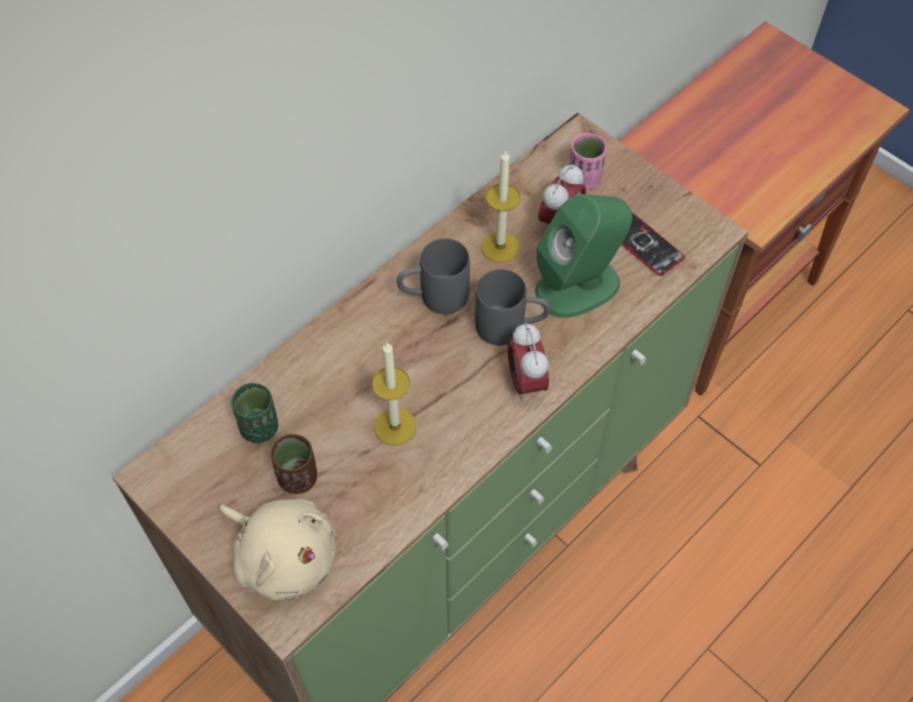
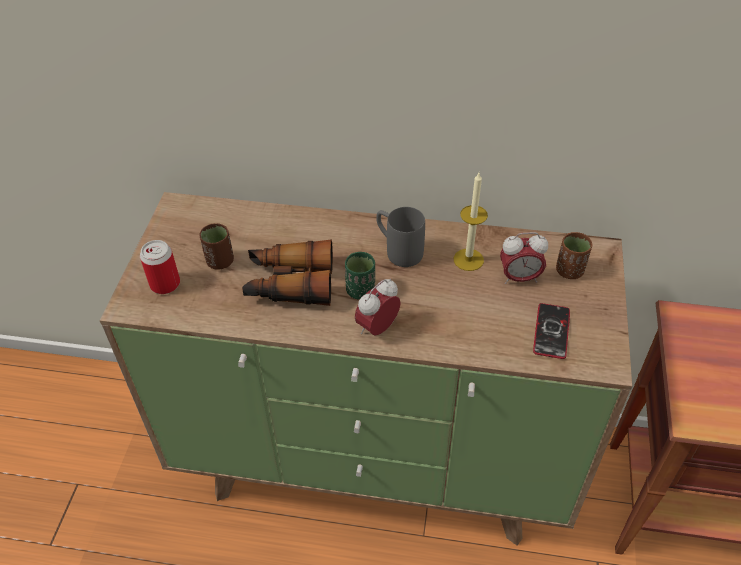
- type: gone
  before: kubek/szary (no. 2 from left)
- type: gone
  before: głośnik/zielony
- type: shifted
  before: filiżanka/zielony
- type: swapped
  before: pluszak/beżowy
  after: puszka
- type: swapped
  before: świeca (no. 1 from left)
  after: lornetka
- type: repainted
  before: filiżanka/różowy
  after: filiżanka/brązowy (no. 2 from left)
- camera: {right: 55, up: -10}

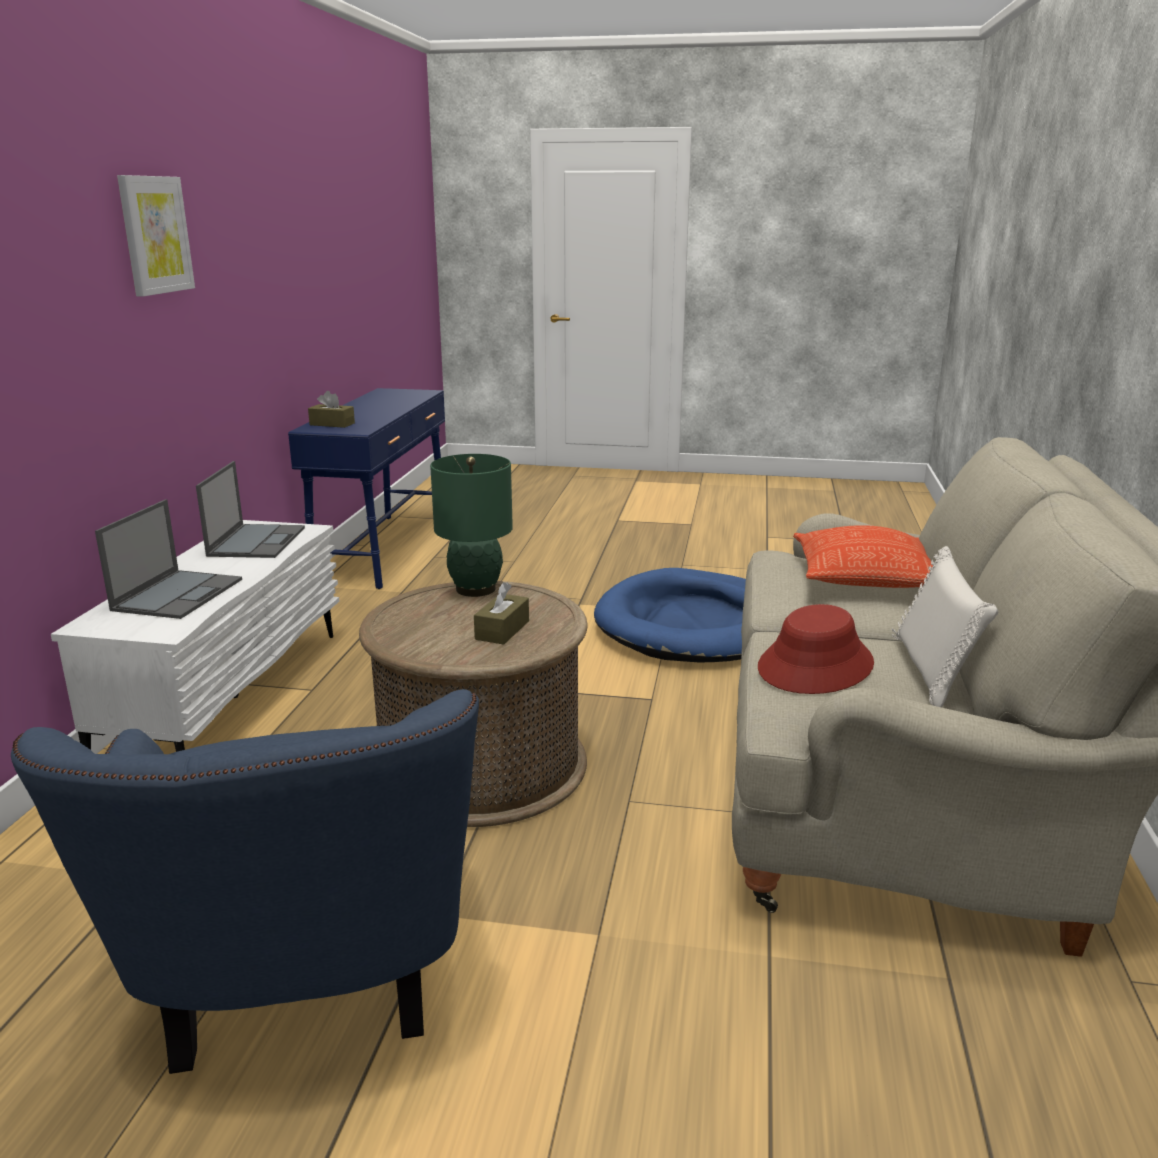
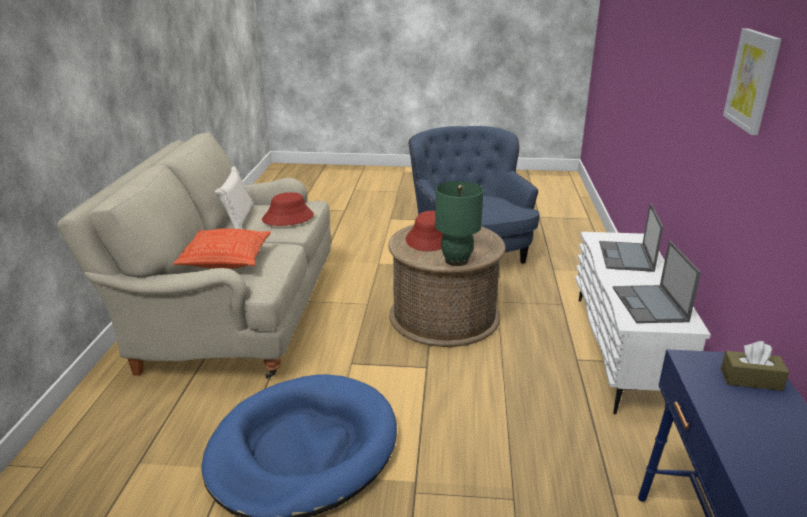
- type: swapped
  before: pudełko chusteczek/brązowy (no. 2 from left)
  after: kapelusz/czerwony (no. 2 from left)
- camera: {right: 175, up: 5}

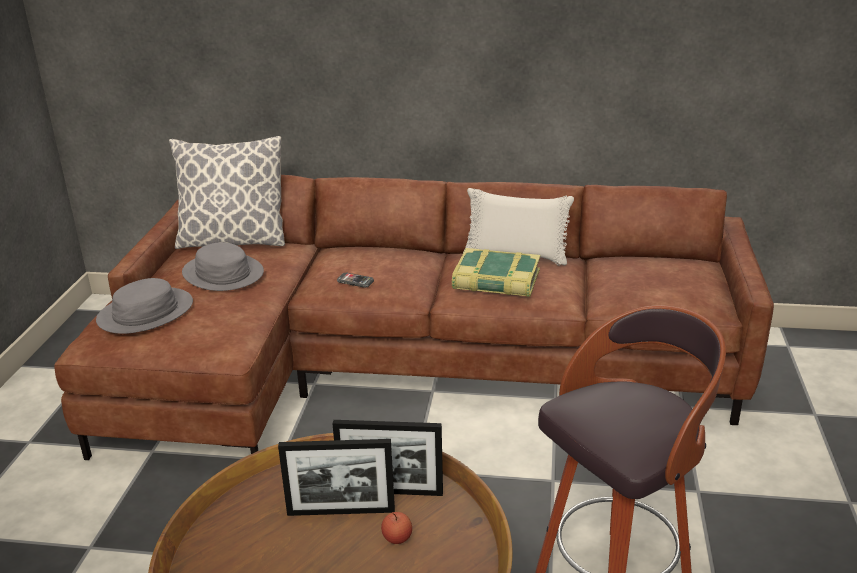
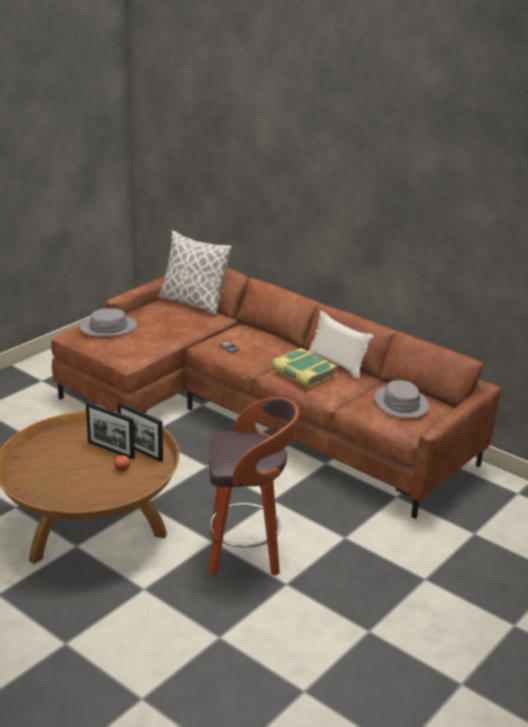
- type: shifted
  before: kapelusz/szary (no. 2 from left)
- camera: {right: 30, up: 0}

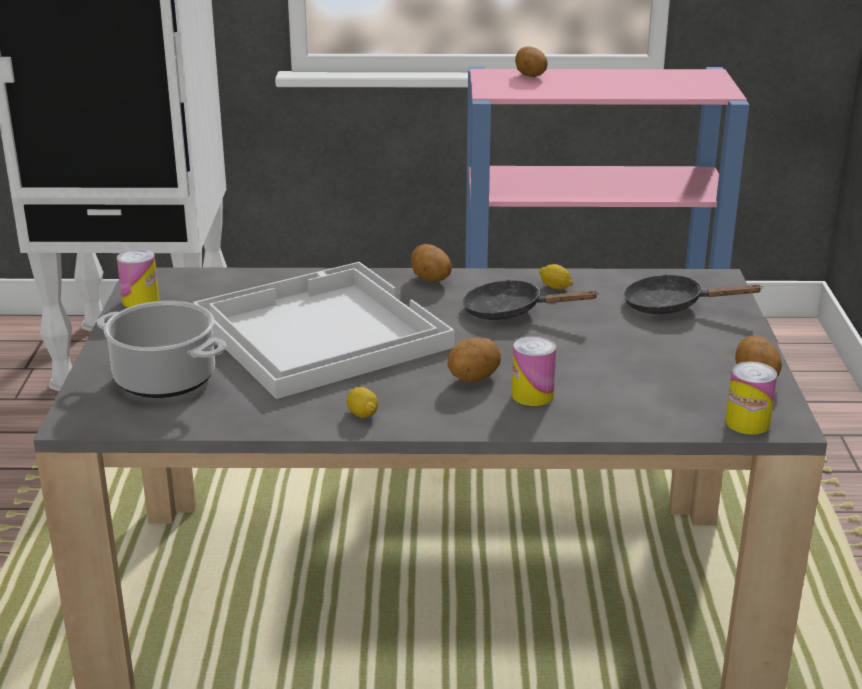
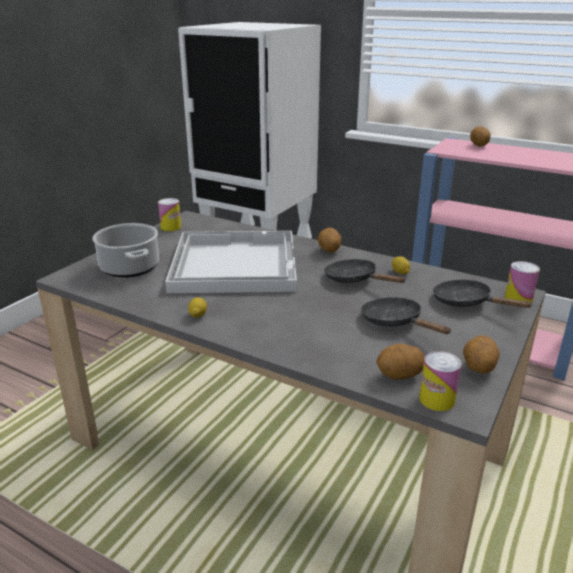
- type: new
  after: patelnia/czarny (no. 2 from left)
- type: shifted
  before: ziemniak (no. 2 from left)
- type: shifted
  before: puszka (no. 2 from left in the first image)
  after: puszka (no. 3 from left)
- camera: {right: 30, up: 0}

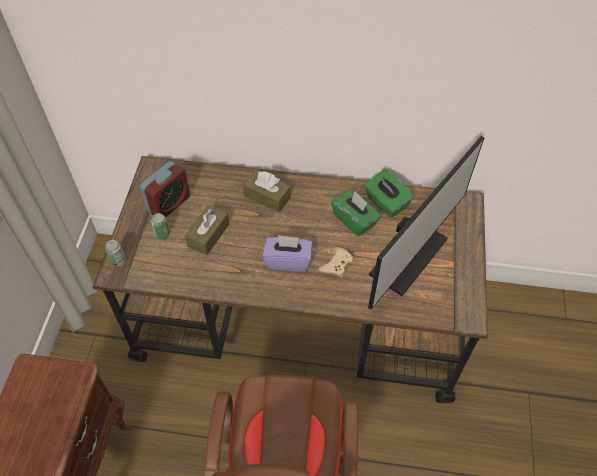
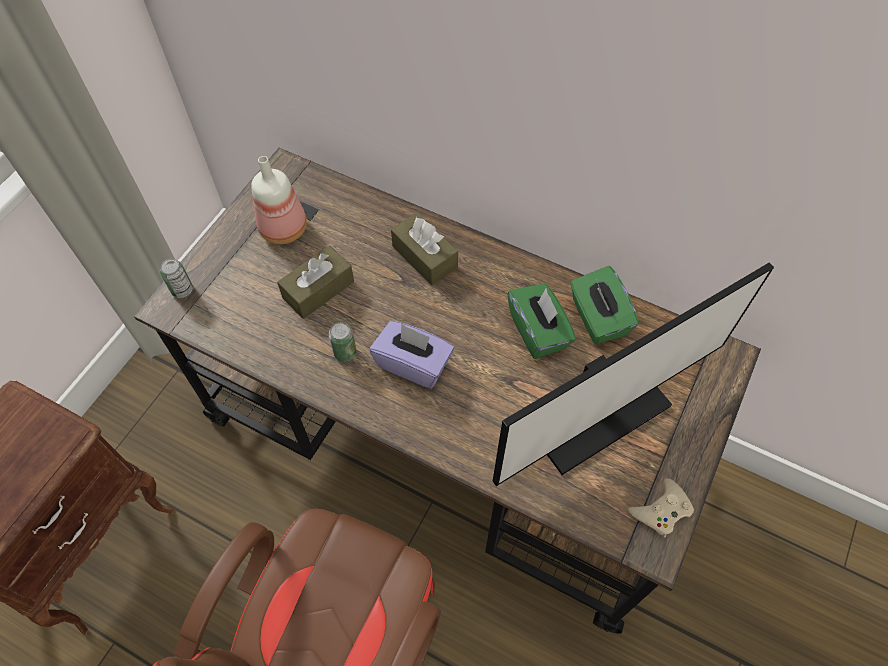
- type: shifted
  before: puszka (no. 2 from left)
- type: shifted
  before: pad do gier/beżowy
- type: swapped
  before: budzik
  after: butelka
- camera: {right: 20, up: 5}

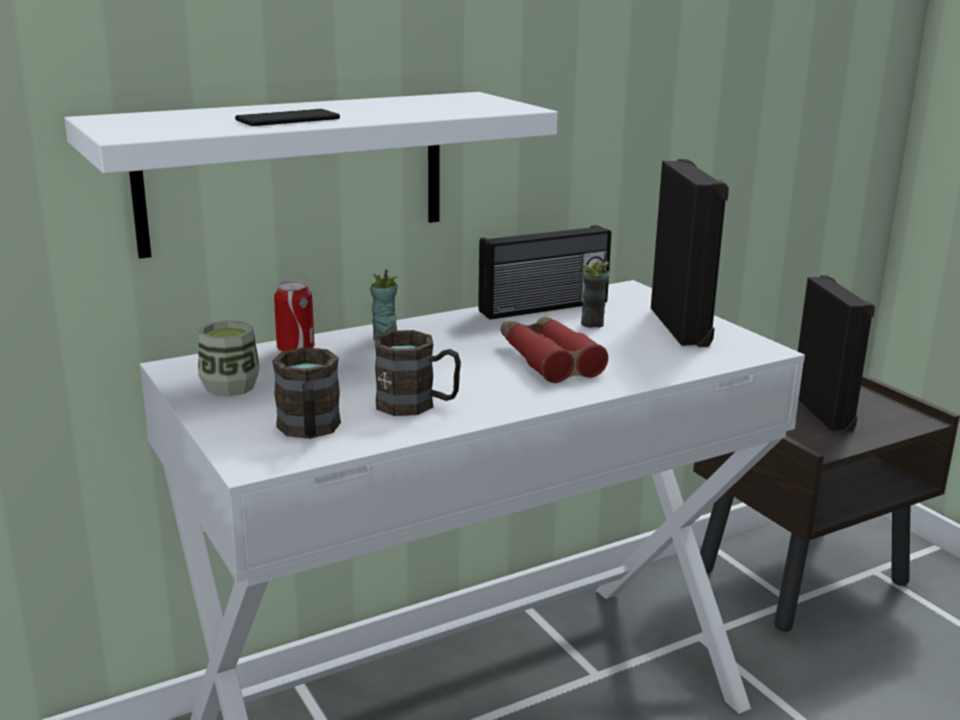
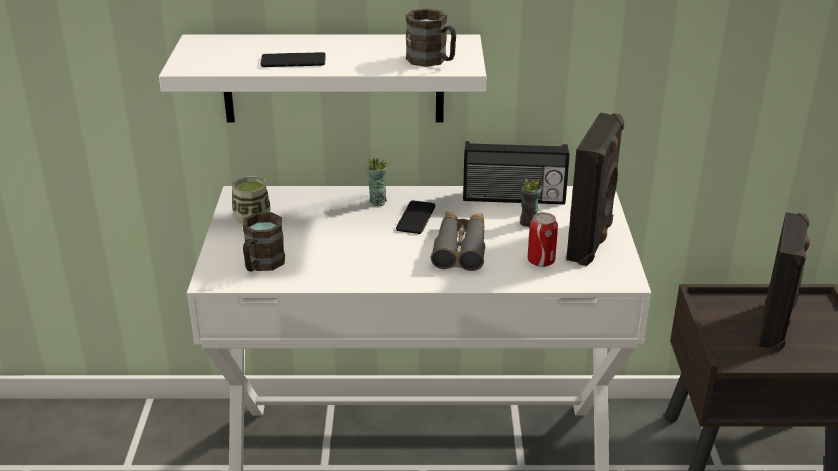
- type: new
  after: telefon (no. 2 from left)
- type: shifted
  before: puszka
- type: shifted
  before: kubek/brązowy (no. 2 from left)
- type: repainted
  before: lornetka/czerwony
  after: lornetka/szary
- camera: {right: 30, up: 10}

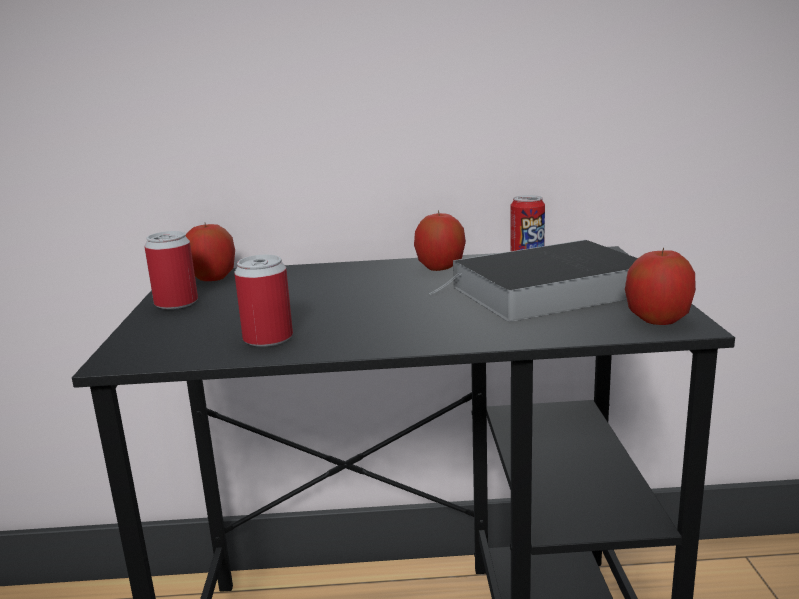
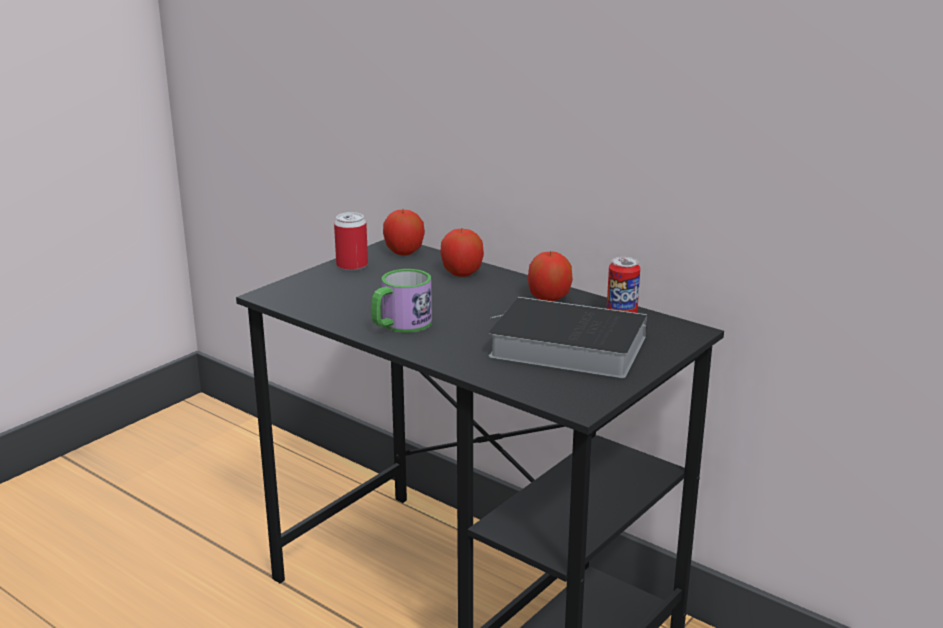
- type: gone
  before: puszka (no. 2 from left)
- type: new
  after: kubek
- type: shifted
  before: jabłko (no. 3 from left in the first image)
  after: jabłko (no. 2 from left)
- camera: {right: 40, up: 5}

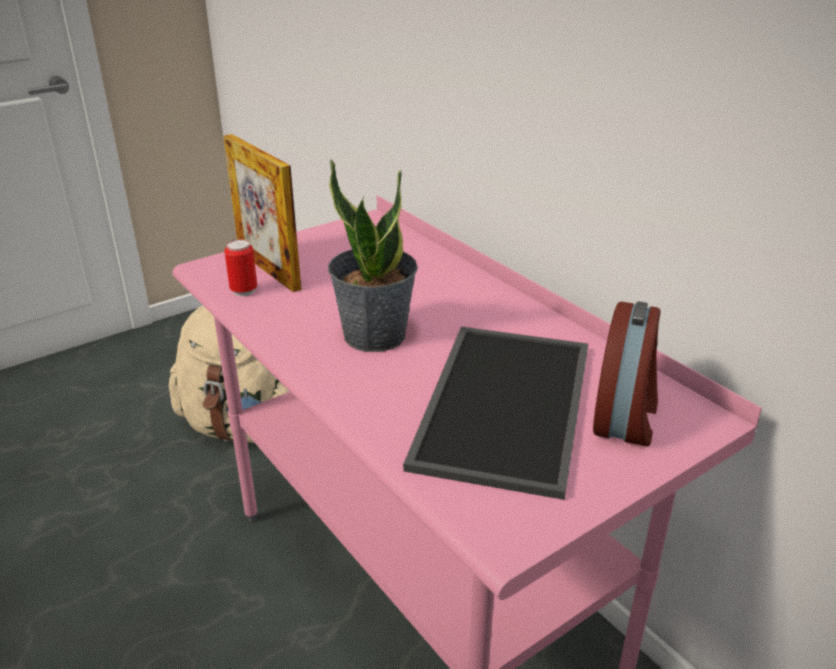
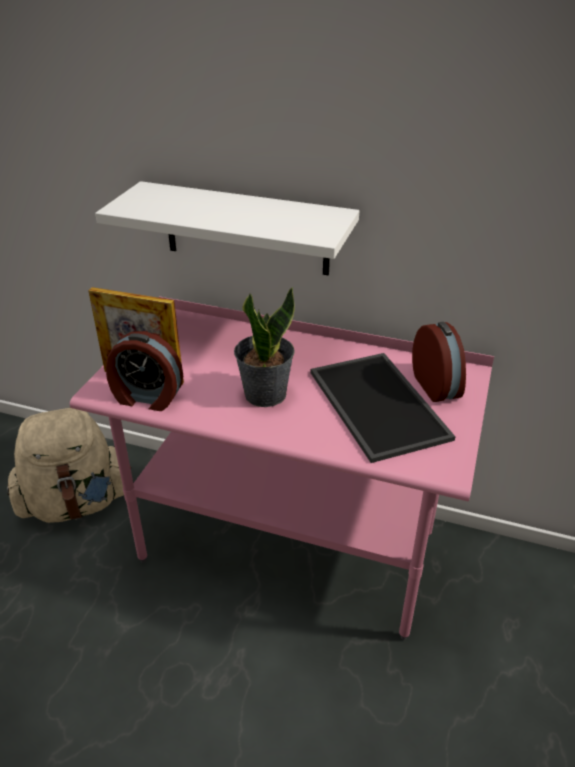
- type: new
  after: półka/biały
- type: swapped
  before: puszka
  after: budzik (no. 1 from left)
- camera: {right: -35, up: 5}

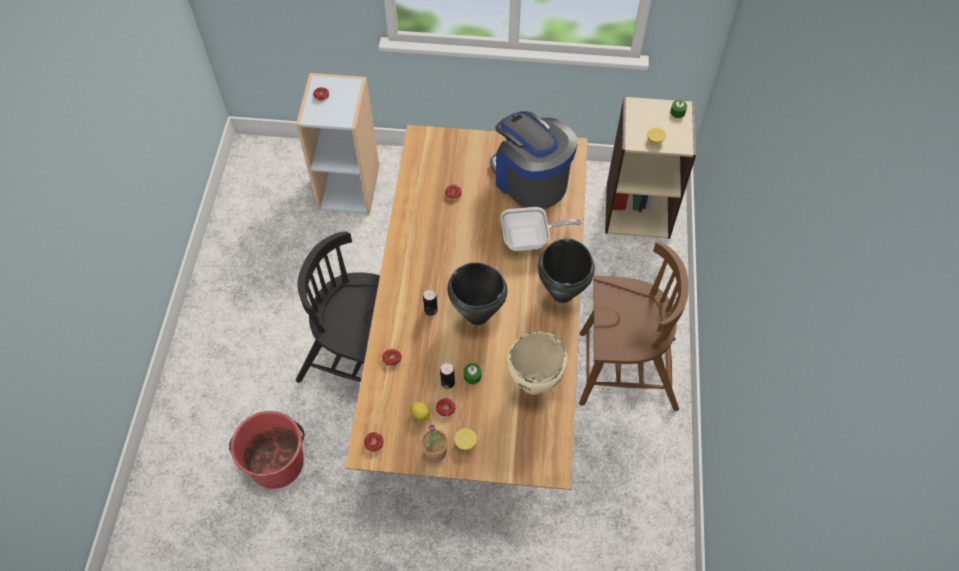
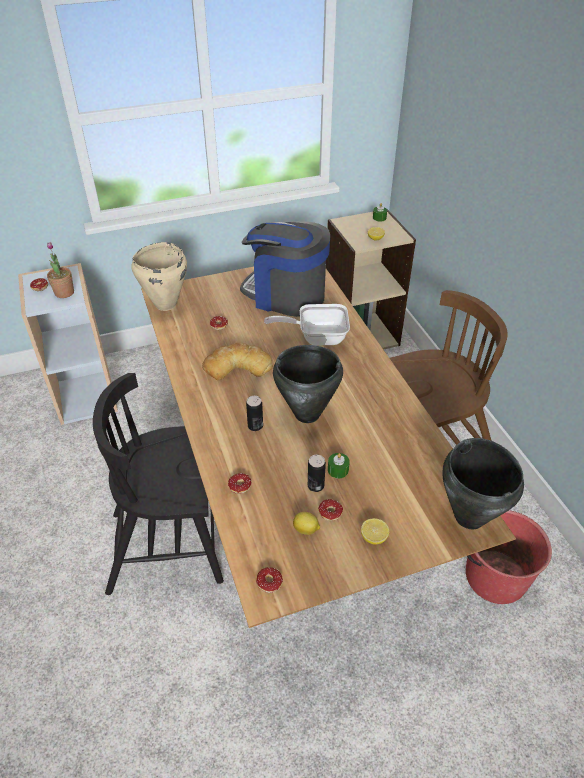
- type: new
  after: chleb
- type: shifted
  before: wiadro/czerwony
- type: shifted
  before: roślina doniczkowa
- type: shifted
  before: garnek/beżowy
- type: shifted
  before: garnek/czarny (no. 2 from left)
- type: rotated
  before: patelnia
  turn: -150
- camera: {right: -25, up: -15}

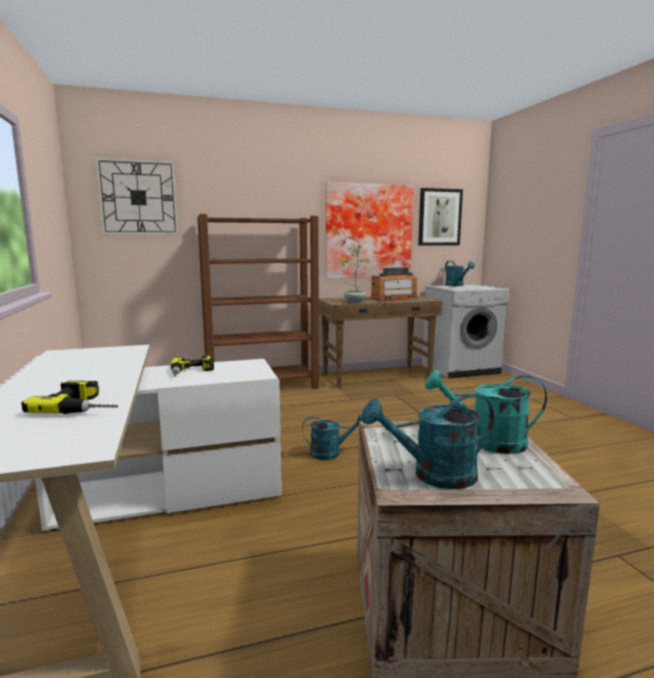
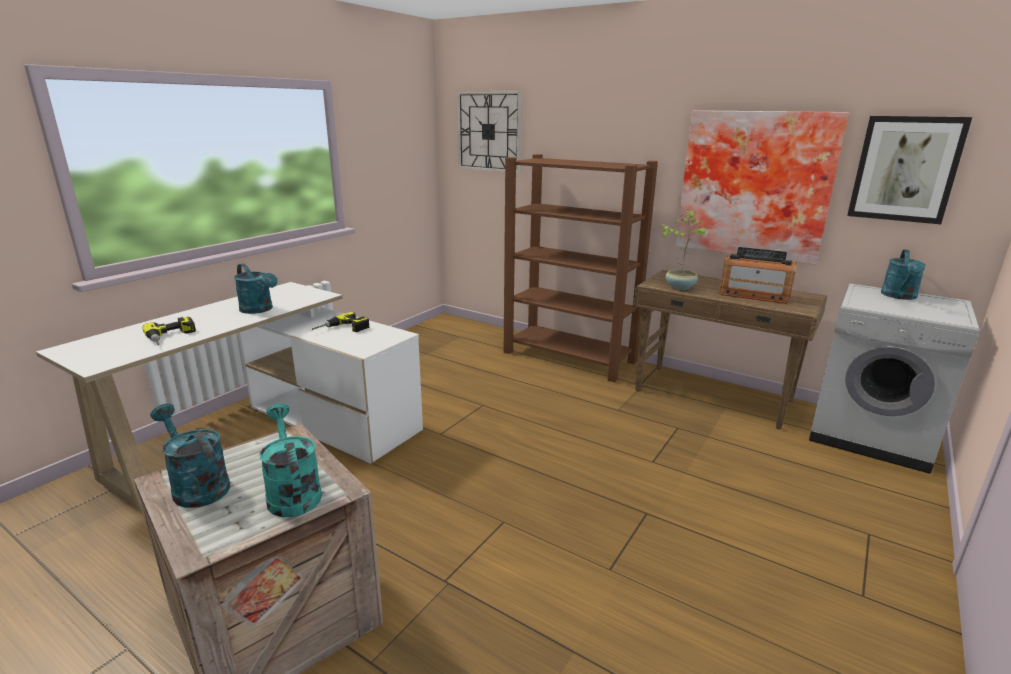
- type: shifted
  before: konewka/turkusowy (no. 1 from left in the first image)
  after: konewka/turkusowy (no. 2 from left)
- camera: {right: 50, up: 10}

